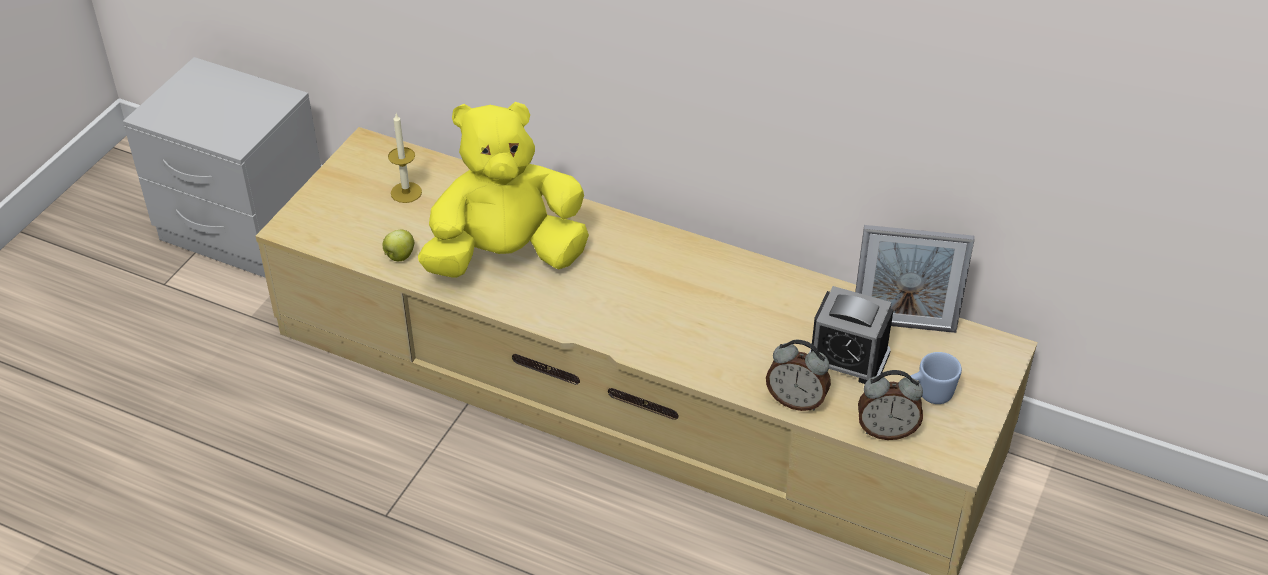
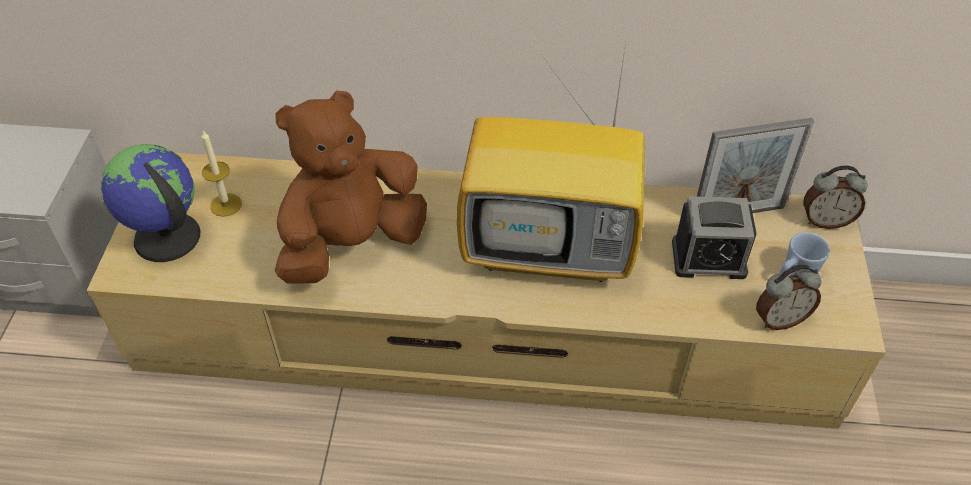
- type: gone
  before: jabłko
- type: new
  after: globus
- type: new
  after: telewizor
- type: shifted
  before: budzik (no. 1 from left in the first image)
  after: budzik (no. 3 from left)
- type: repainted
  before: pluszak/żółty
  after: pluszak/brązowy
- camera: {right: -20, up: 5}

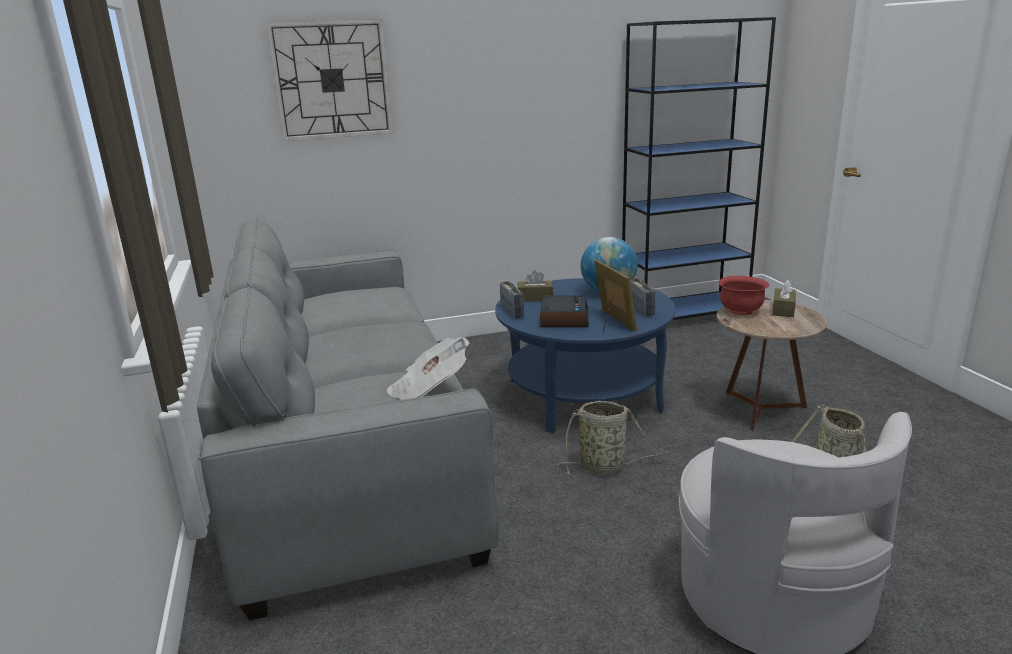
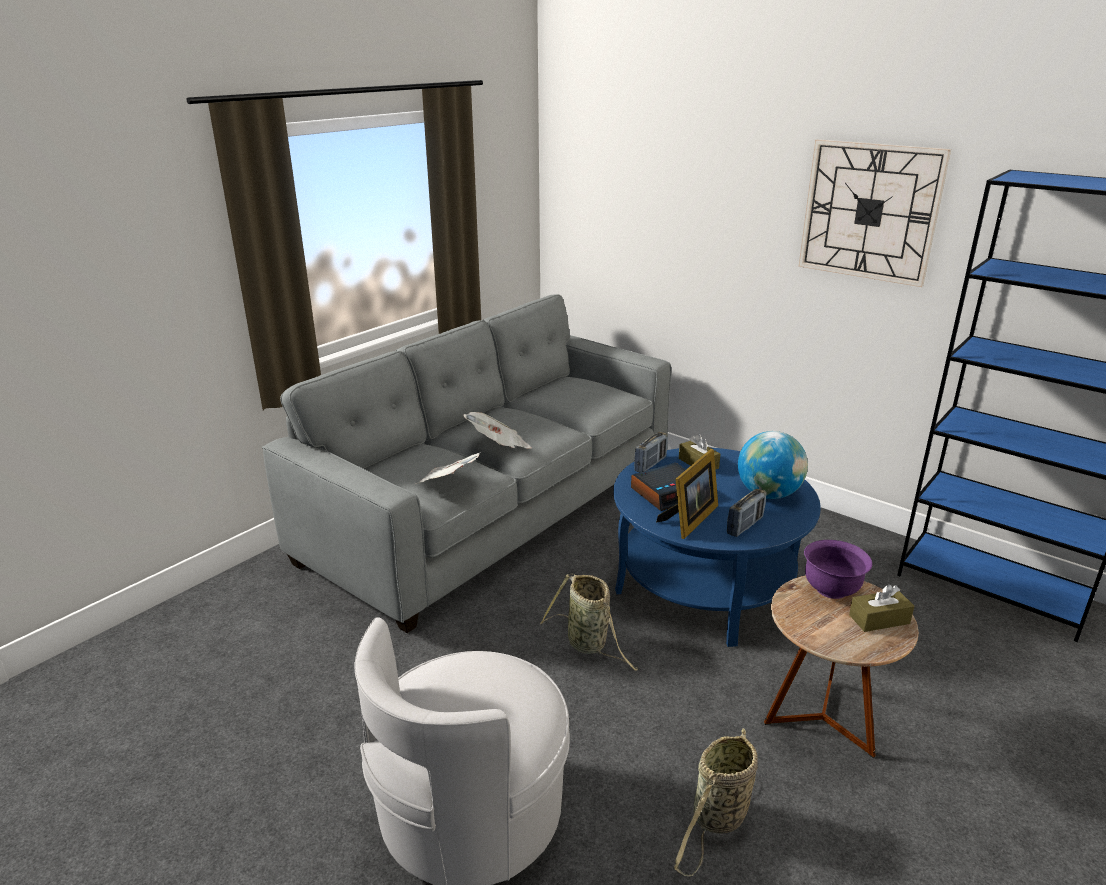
- type: new
  after: gazeta (no. 2 from left)
- type: shifted
  before: zegar ścienny
- type: repainted
  before: miska/czerwony
  after: miska/fioletowy
- camera: {right: 55, up: 5}

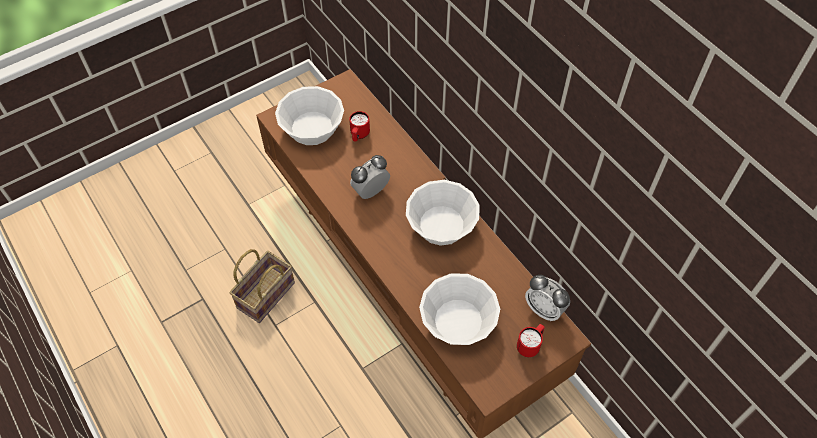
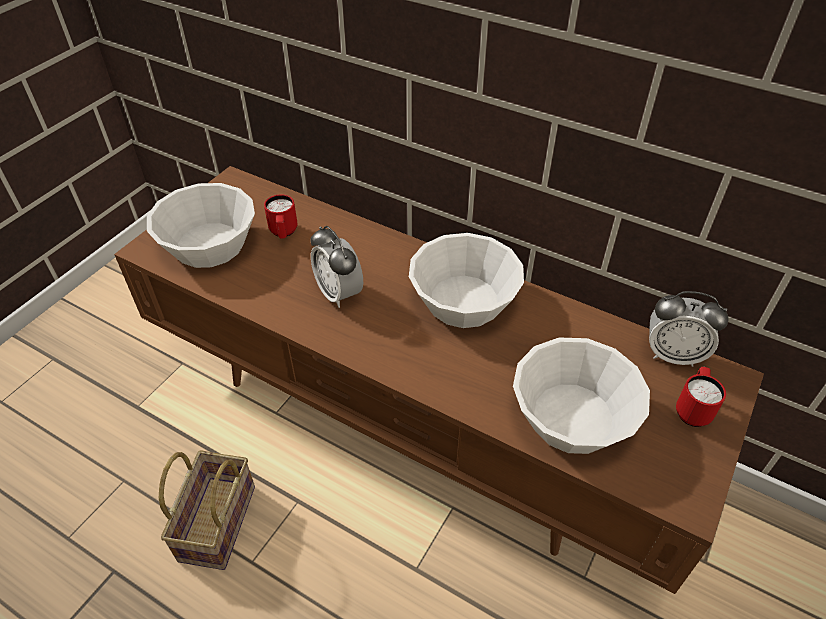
- type: rotated
  before: budzik (no. 1 from left)
  turn: -60
- camera: {right: -25, up: -10}

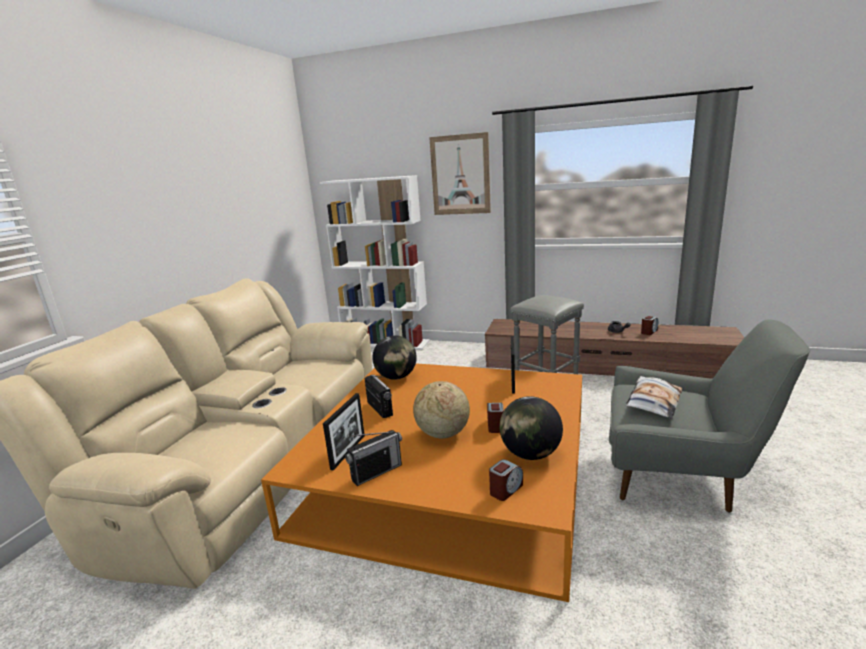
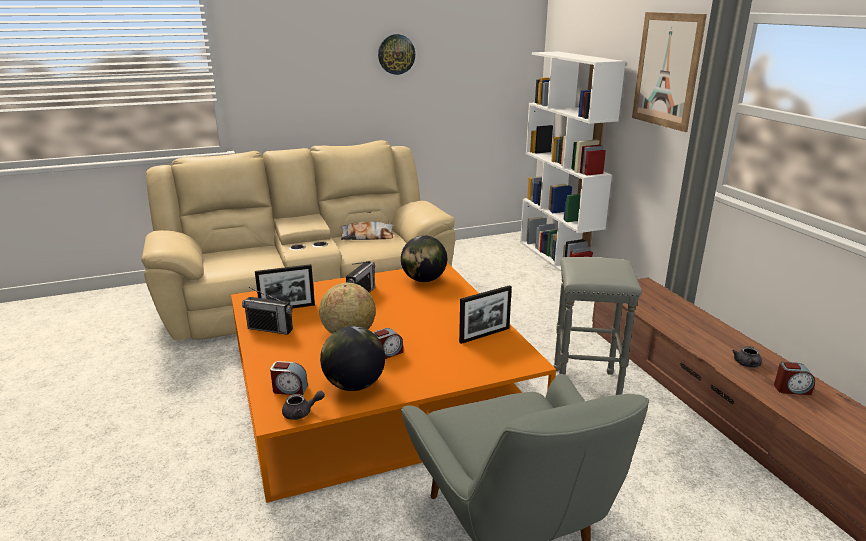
- type: new
  after: imbryk/szary (no. 1 from left)
- type: new
  after: zegar ścienny
- type: shifted
  before: poduszka
- camera: {right: 50, up: 5}

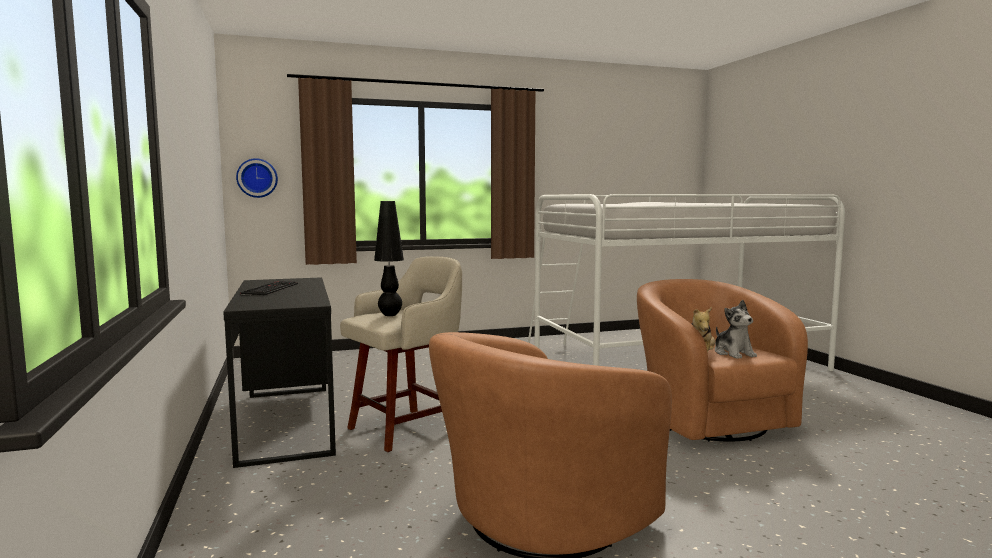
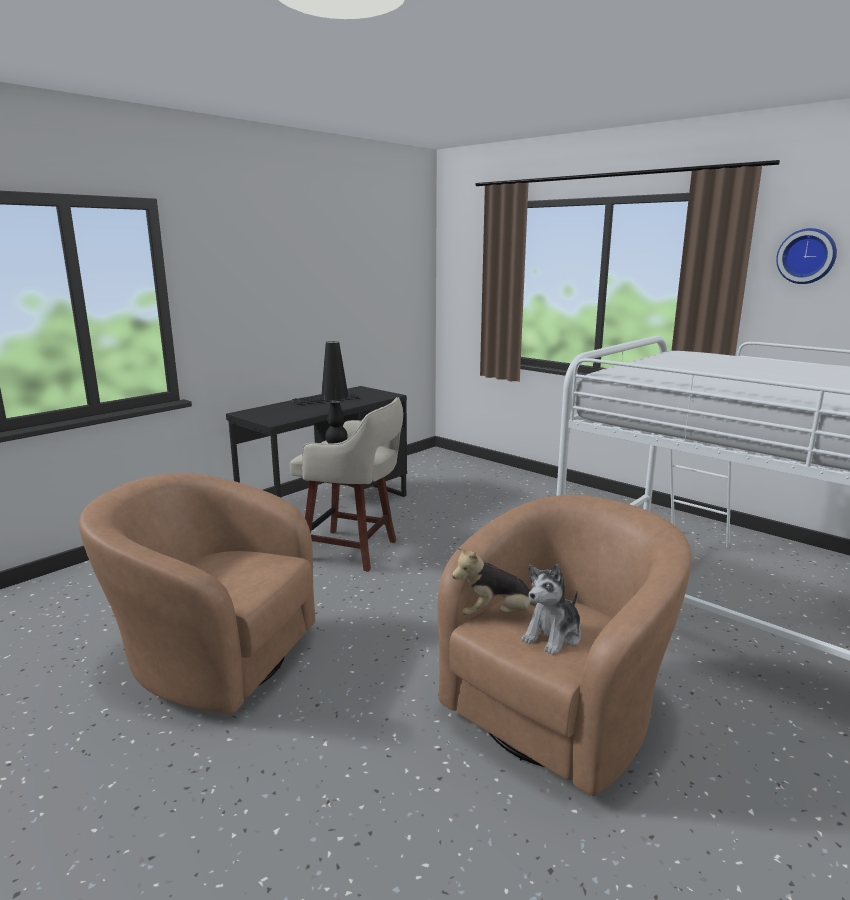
- type: shifted
  before: zegar ścienny
- camera: {right: 60, up: 10}

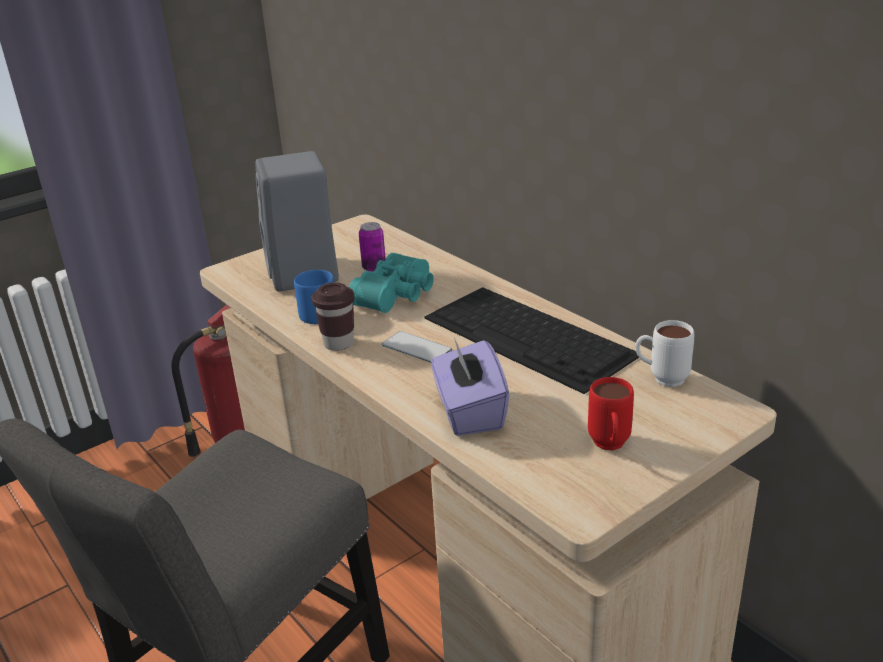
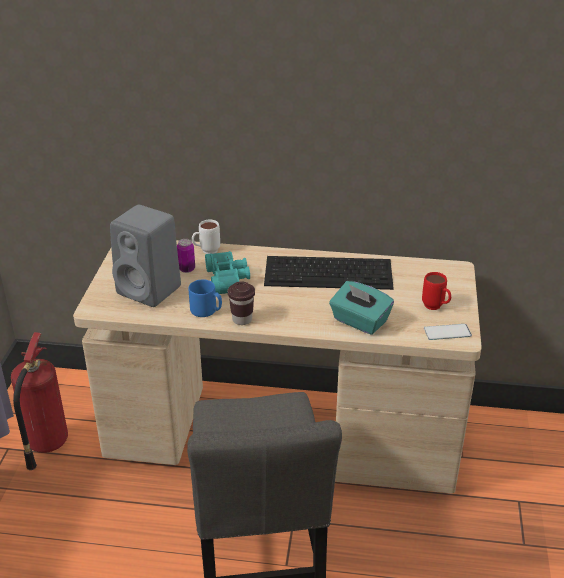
- type: shifted
  before: telefon
- type: shifted
  before: kubek/biały
- type: repainted
  before: pudełko chusteczek/fioletowy
  after: pudełko chusteczek/turkusowy
- camera: {right: -45, up: 5}

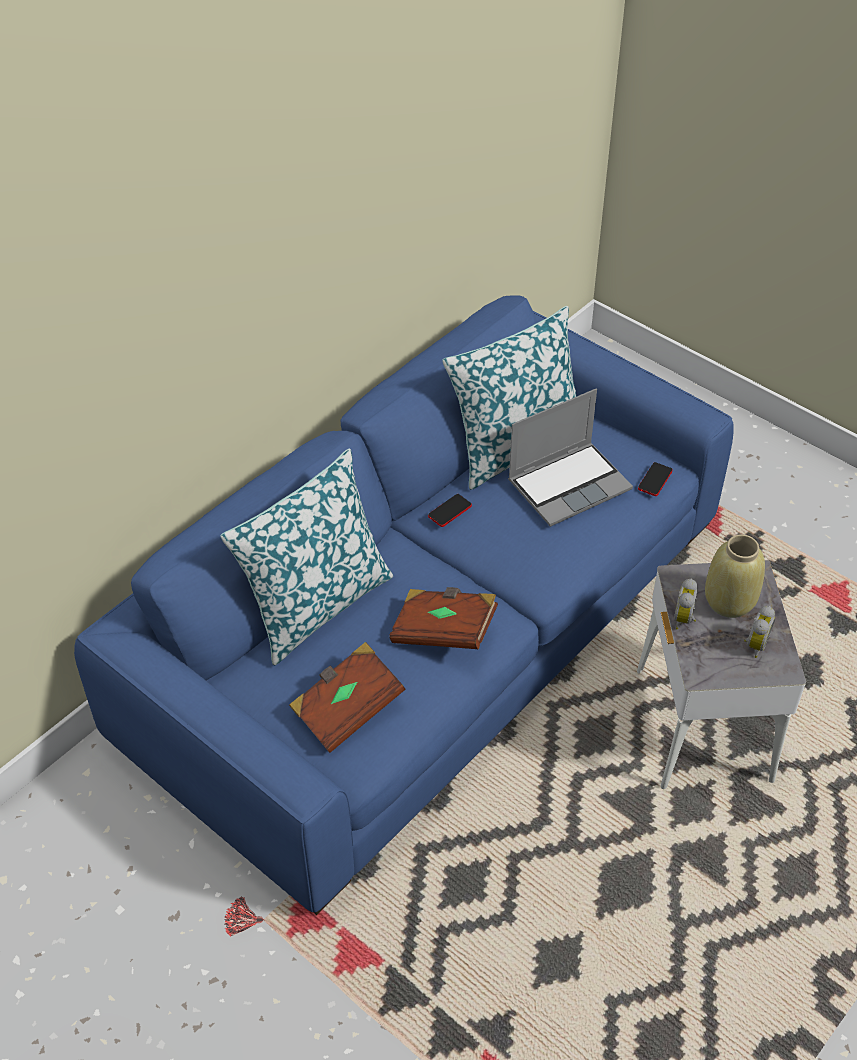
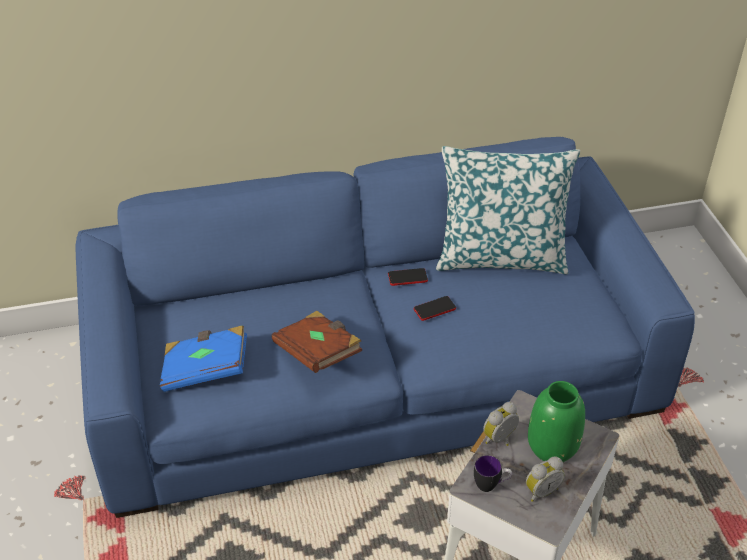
- type: gone
  before: poduszka (no. 1 from left)
- type: gone
  before: laptop
- type: new
  after: kubek
- type: shifted
  before: telefon (no. 2 from left)
- type: repainted
  before: książka/brązowy (no. 1 from left)
  after: książka/niebieski
- type: repainted
  before: wazon/beżowy
  after: wazon/zielony
- camera: {right: 35, up: -5}

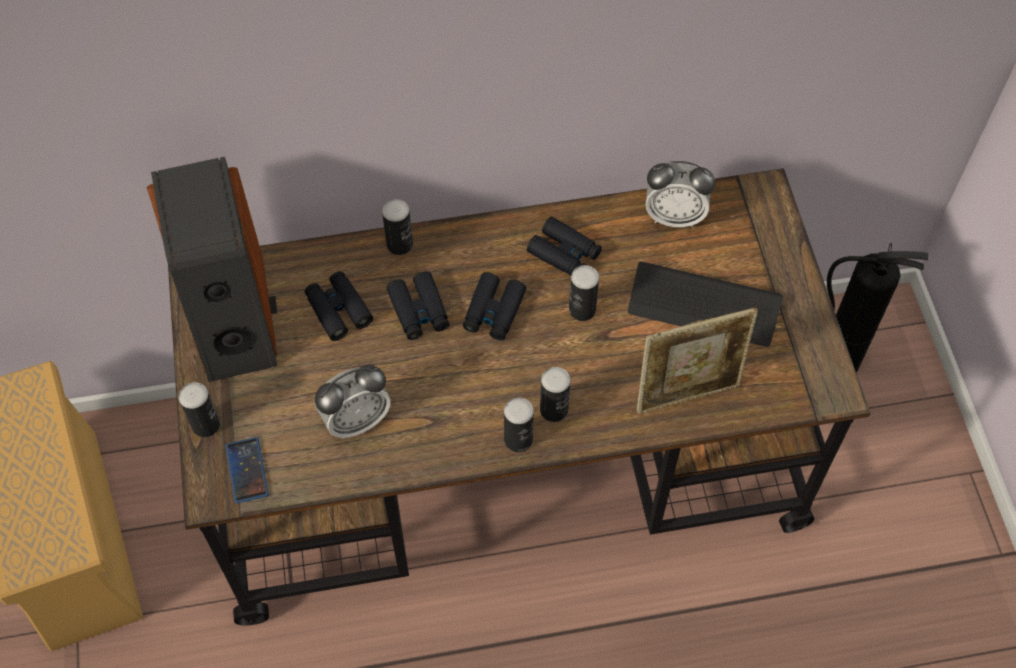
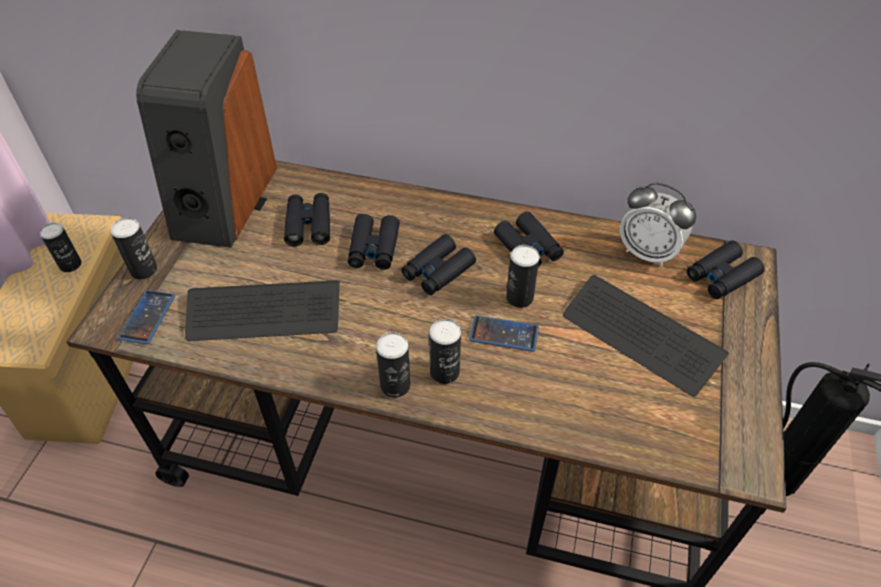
- type: gone
  before: ramka na zdjęcie
- type: new
  after: telefon (no. 2 from left)
- type: new
  after: lornetka/czarny (no. 5 from left)
- type: shifted
  before: puszka (no. 2 from left in the first image)
  after: puszka (no. 1 from left)
- type: swapped
  before: budzik (no. 1 from left)
  after: klawiatura (no. 1 from left)
- camera: {right: 25, up: -10}

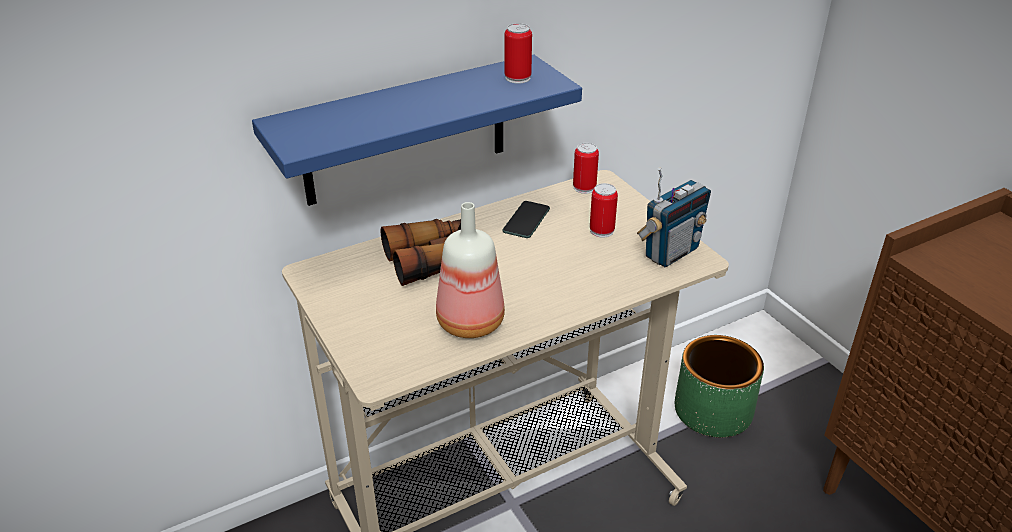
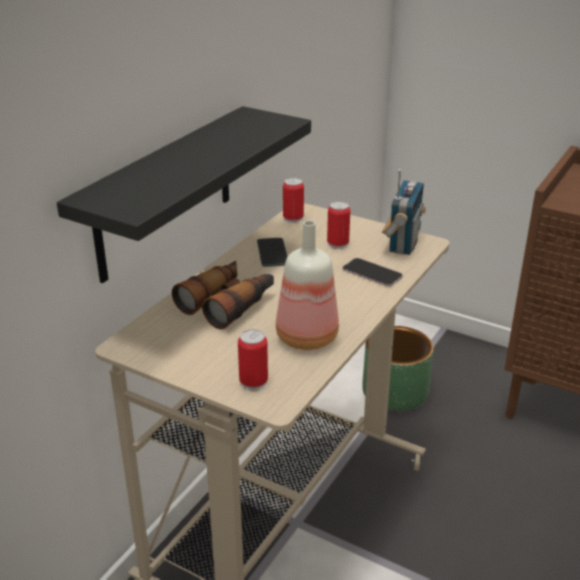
- type: new
  after: telefon (no. 2 from left)
- type: shifted
  before: puszka (no. 1 from left)
- type: repainted
  before: półka/niebieski
  after: półka/czarny
- camera: {right: -30, up: -5}

